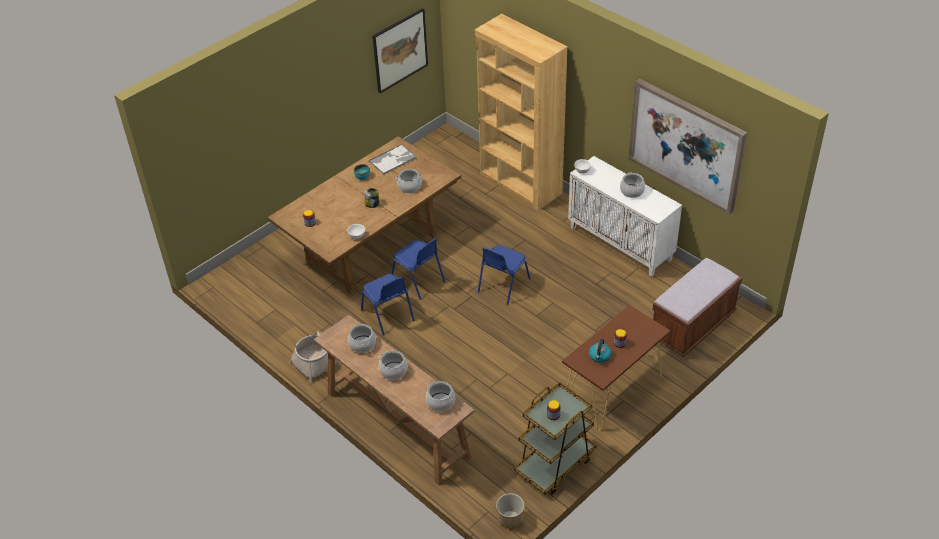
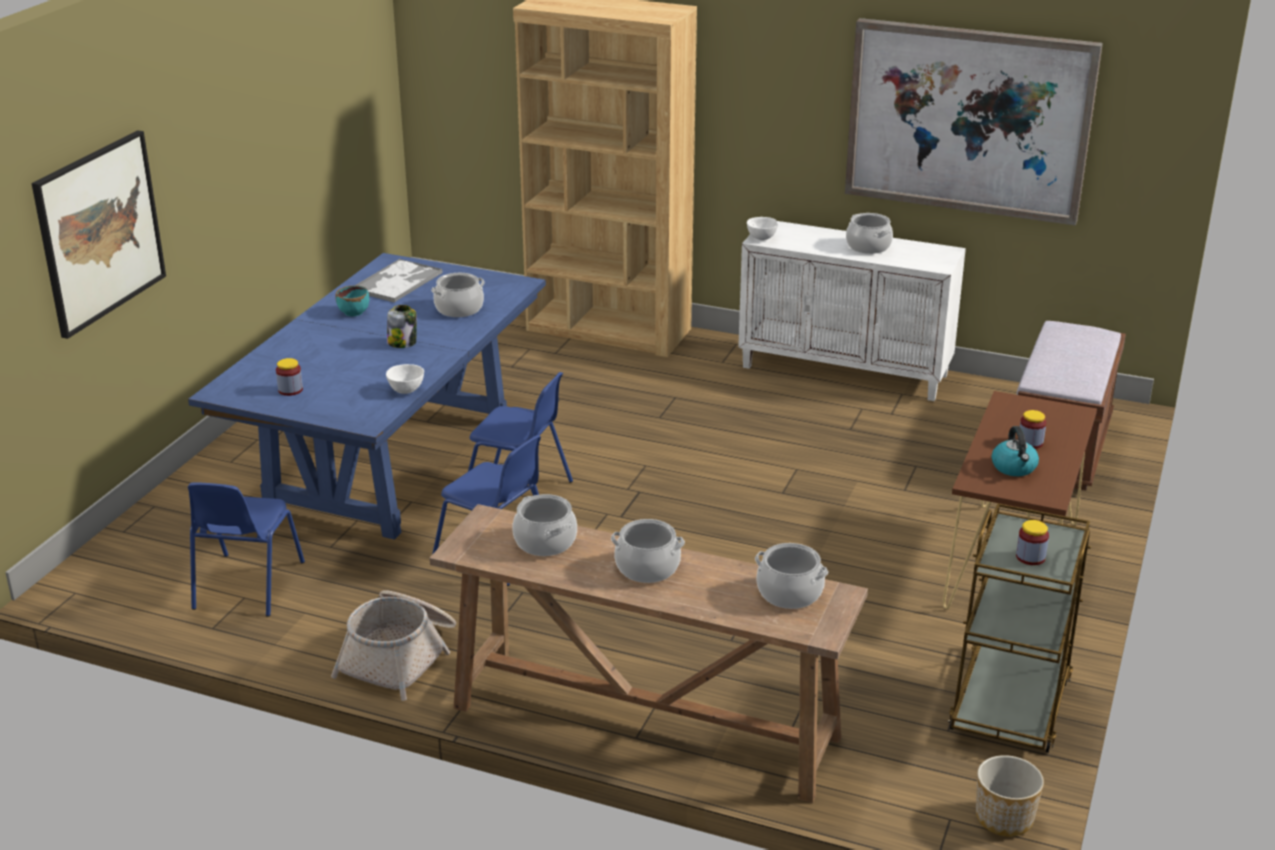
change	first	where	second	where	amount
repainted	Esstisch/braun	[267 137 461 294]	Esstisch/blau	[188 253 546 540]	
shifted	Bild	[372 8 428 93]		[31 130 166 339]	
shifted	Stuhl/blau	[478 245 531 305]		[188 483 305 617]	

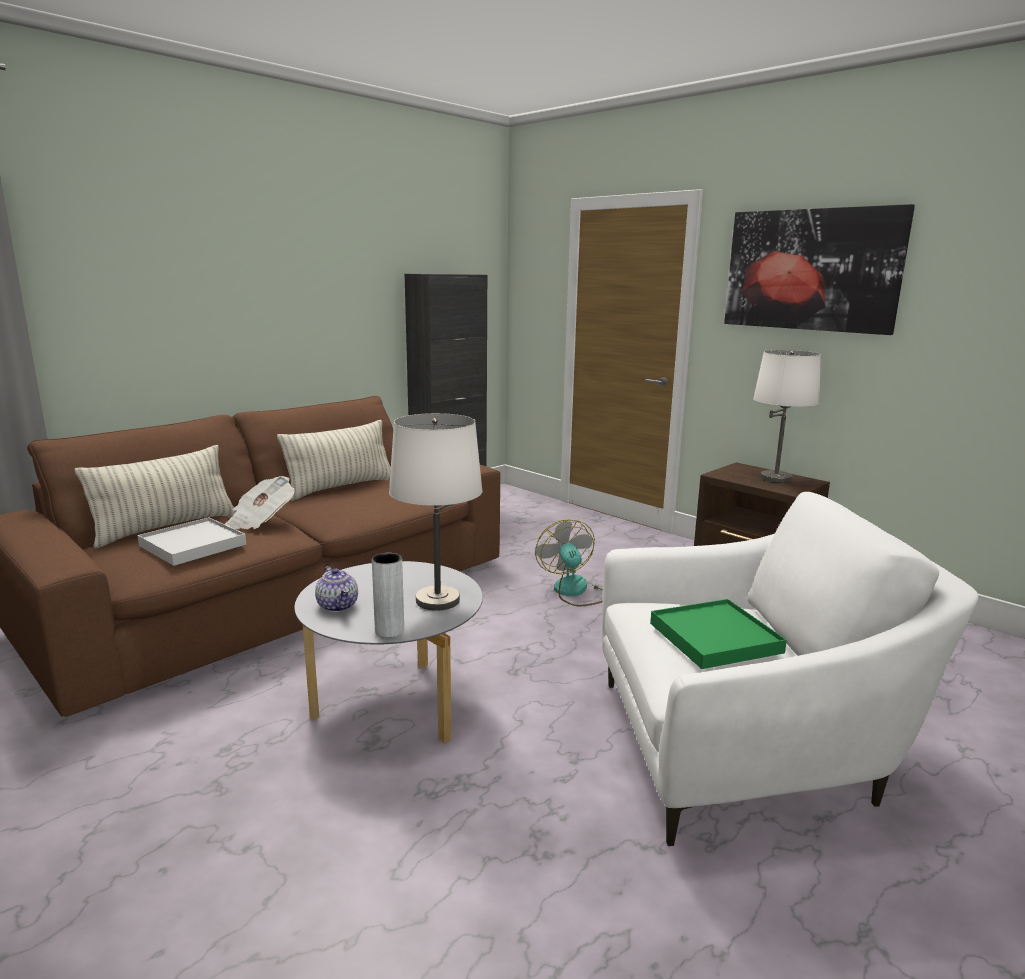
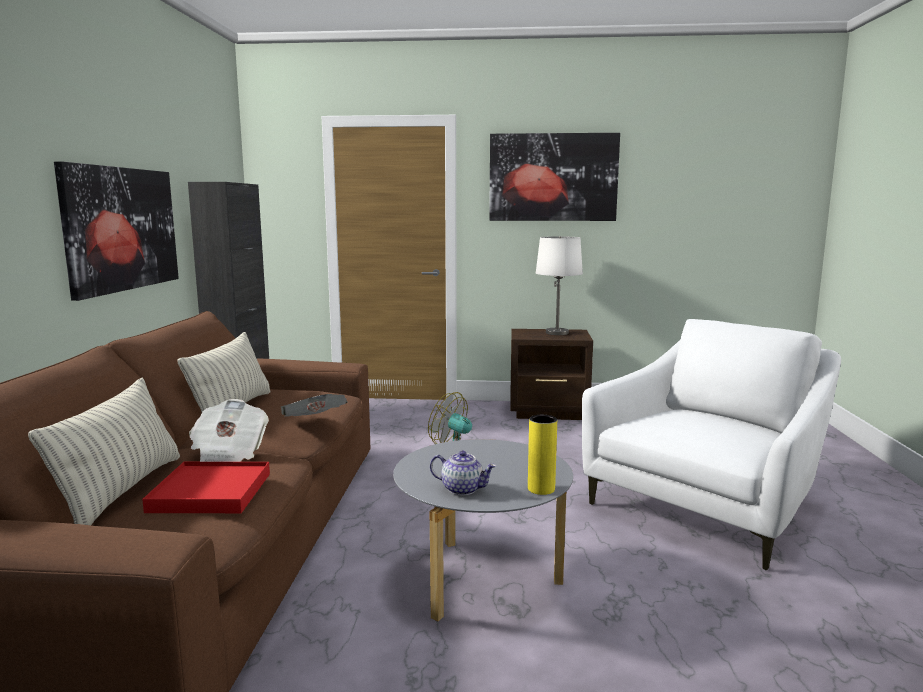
change	first	where	second	where	amount
repainted	Tablett/weiß	[137 517 246 566]	Tablett/rot	[142 462 270 513]	
repainted	Vase/grau	[372 553 404 638]	Vase/gelb	[528 415 557 495]	
gone	Tischlampe/weiß	[389 413 483 611]			
gone	Tablett/grün	[650 599 787 669]			
new			Bild	[54 161 179 301]	
new			Zeitung	[281 394 348 417]	

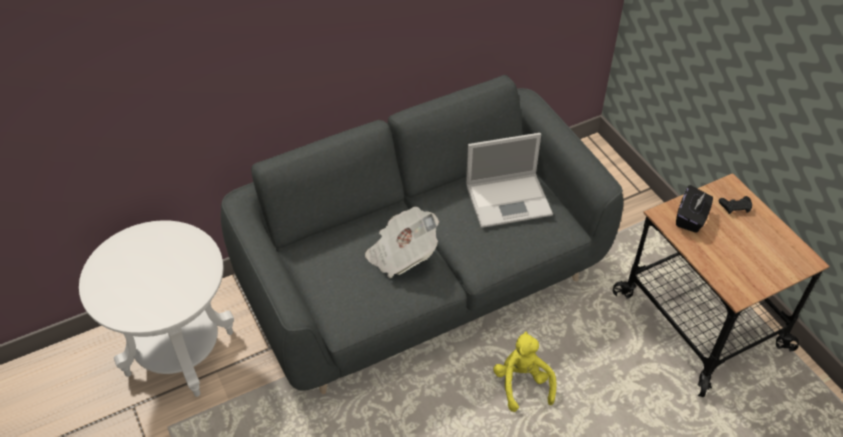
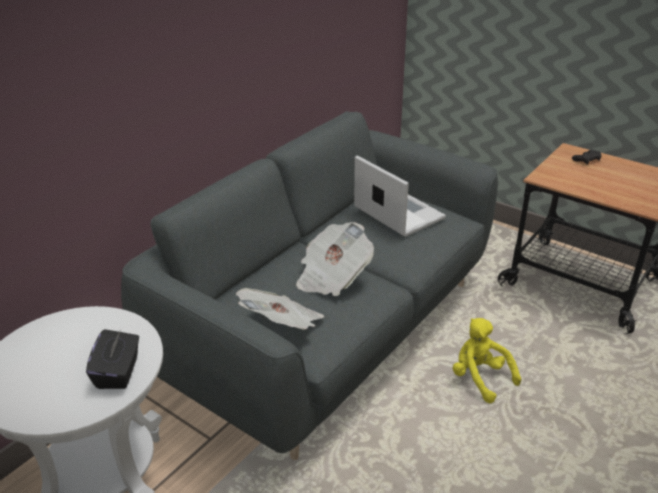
change	first	where	second	where	amount
rotated	Laptop	[466 133 553 228]		[354 155 446 237]	90 degrees counterclockwise
shifted	Taschentuchbox/schwarz	[676 185 713 233]		[86 329 139 389]	
new			Zeitung	[236 288 324 330]	

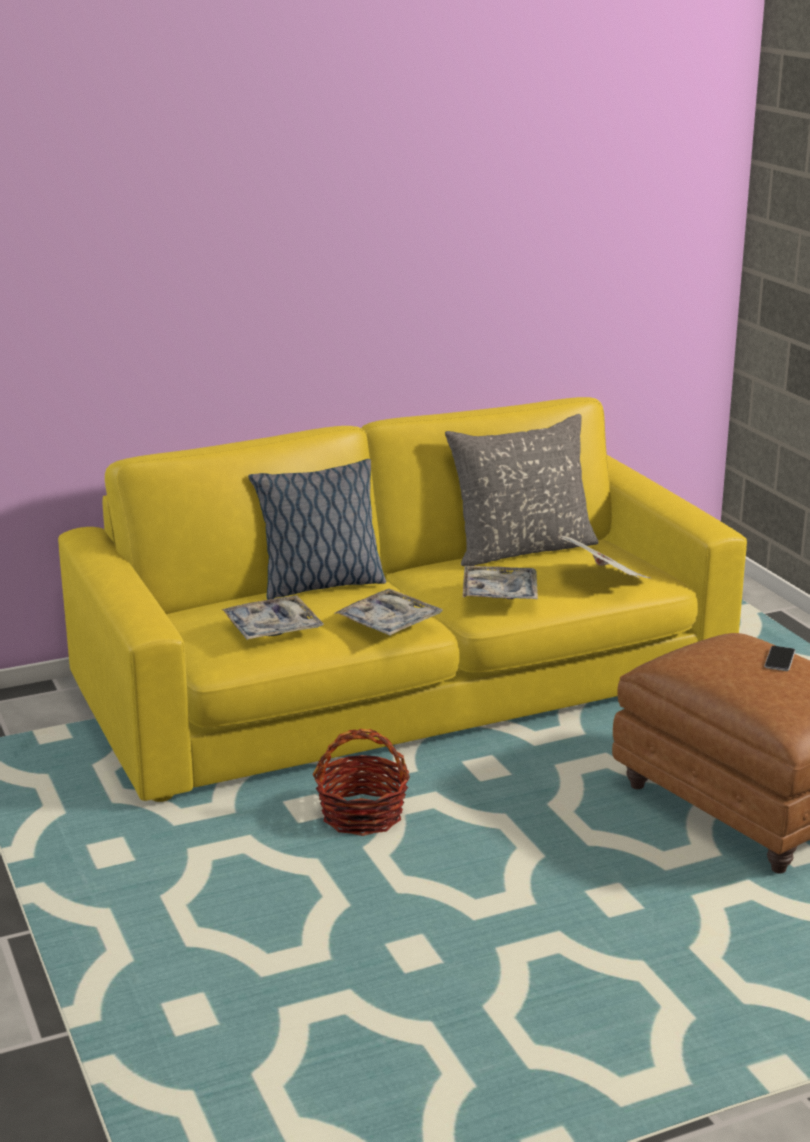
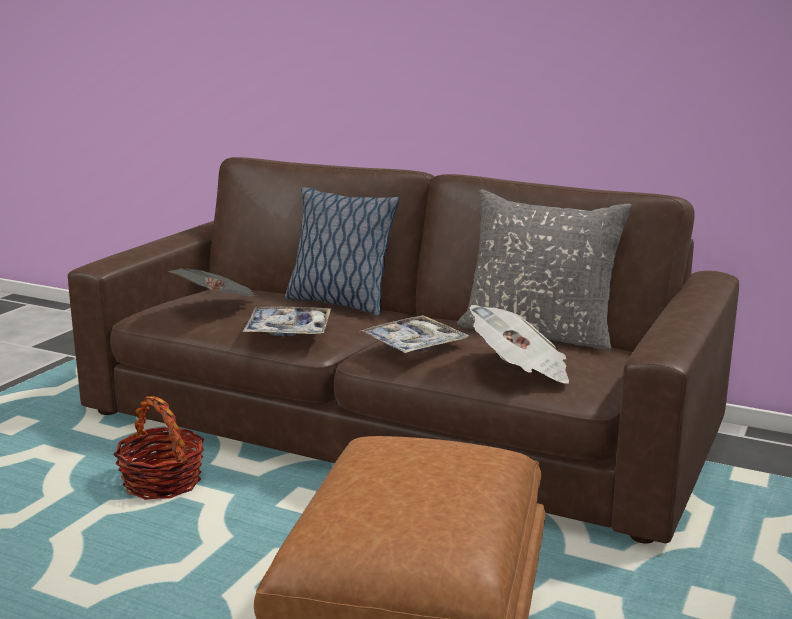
change	first	where	second	where	amount
repainted	Sofa/gelb	[58 397 747 802]	Sofa/braun	[68 157 739 543]	
swapped	Tablett	[221 595 324 640]	Zeitung	[168 269 257 296]	
gone	Handy	[764 646 796 671]			

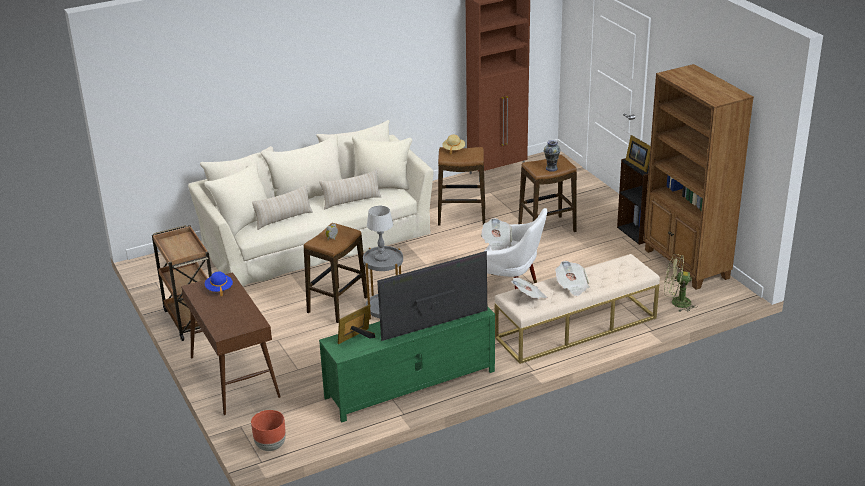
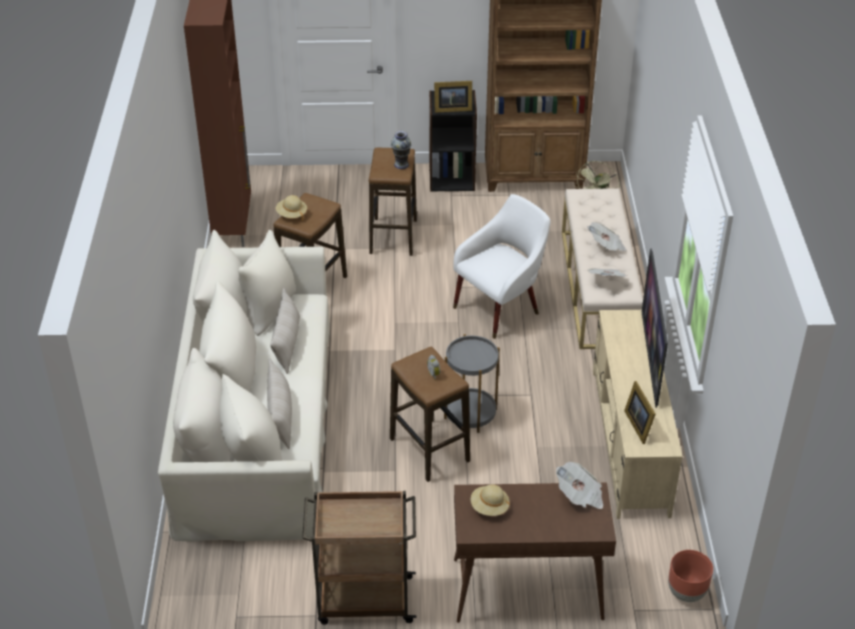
change	first	where	second	where	amount
repainted	Hut/blau	[205 271 233 296]	Hut/beige	[471 484 510 516]	
repainted	Fernsehschrank/grün	[319 306 495 423]	Fernsehschrank/beige	[593 310 683 519]	
gone	Tischlampe	[367 206 393 261]			
shifted	Zeitung	[481 218 512 251]		[556 462 603 509]	

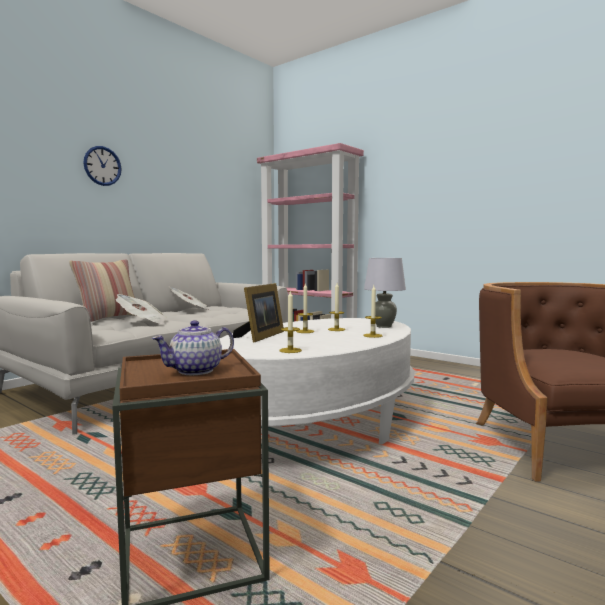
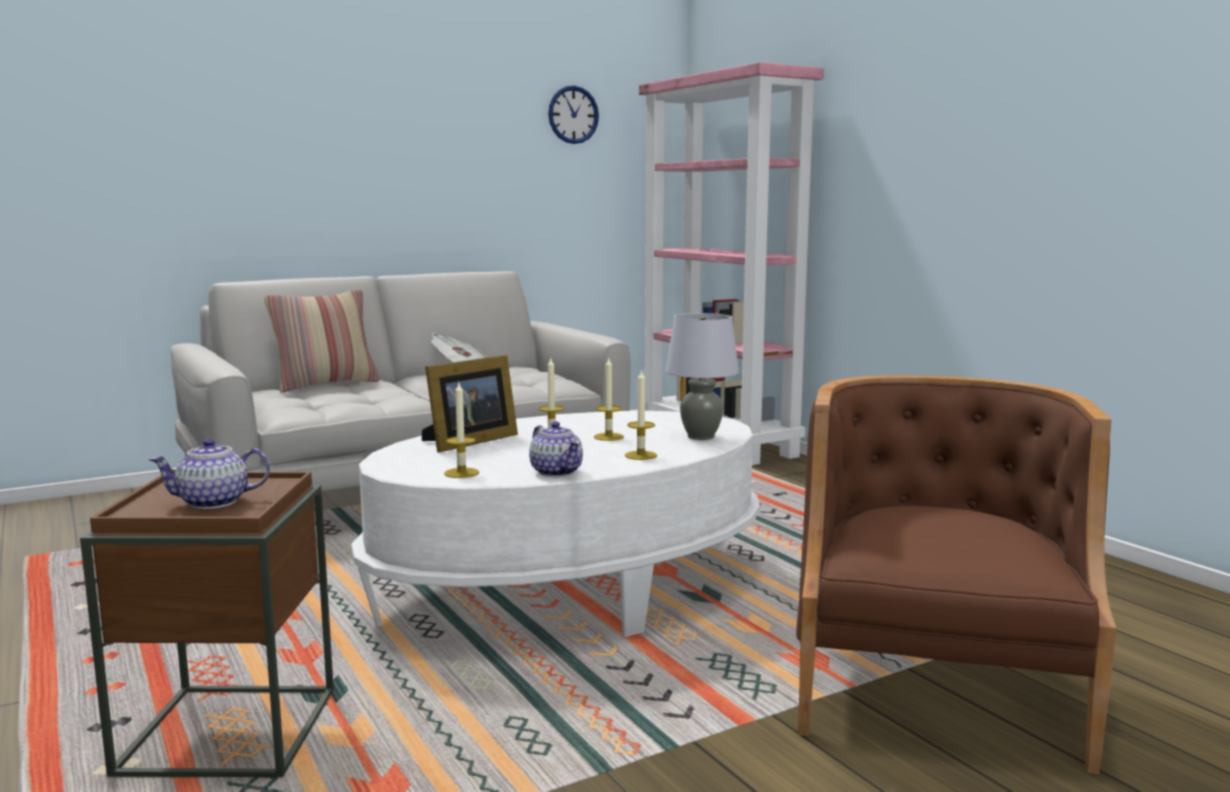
change	first	where	second	where	amount
shifted	Wanduhr	[83 146 122 186]		[548 86 599 144]	
gone	Zeitung	[116 294 167 324]			
new			Teekanne	[529 421 583 477]	

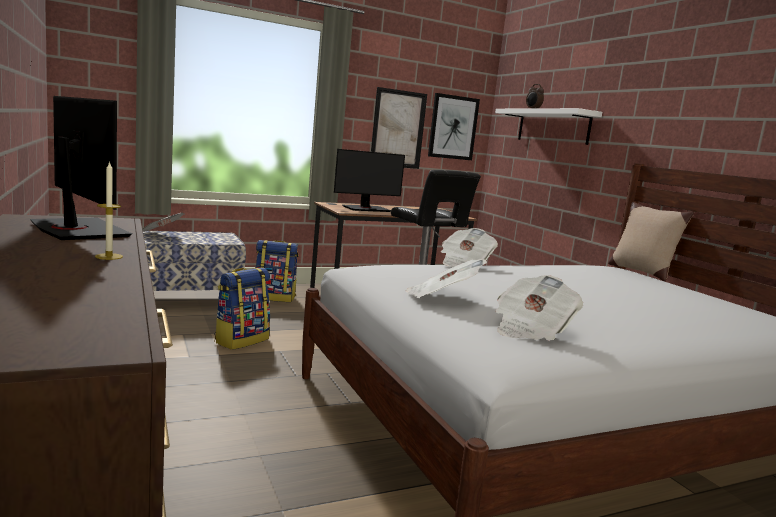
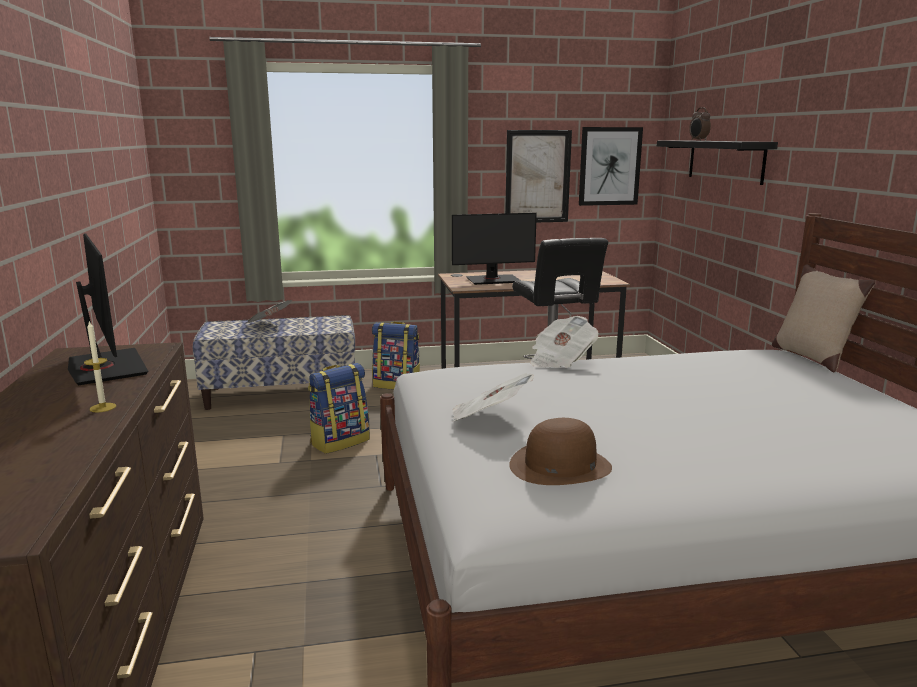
change	first	where	second	where	amount
repainted	Wandregal/weiß	[495 108 602 145]	Wandregal/schwarz	[657 140 778 185]	
swapped	Zeitung	[495 275 583 340]	Hut/braun	[509 418 612 485]	

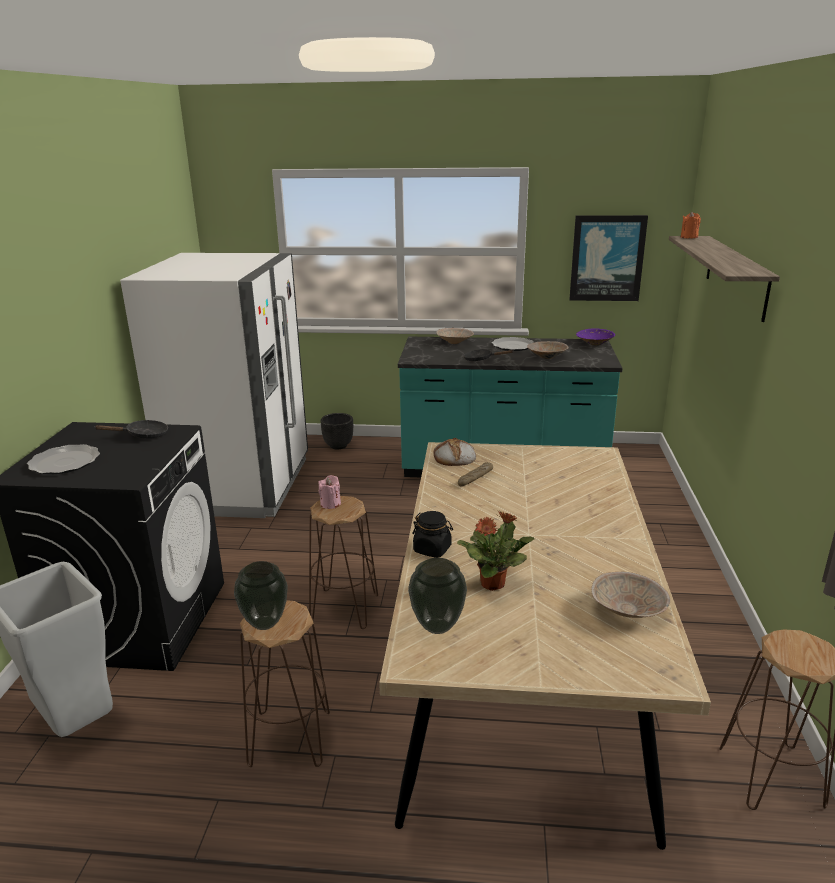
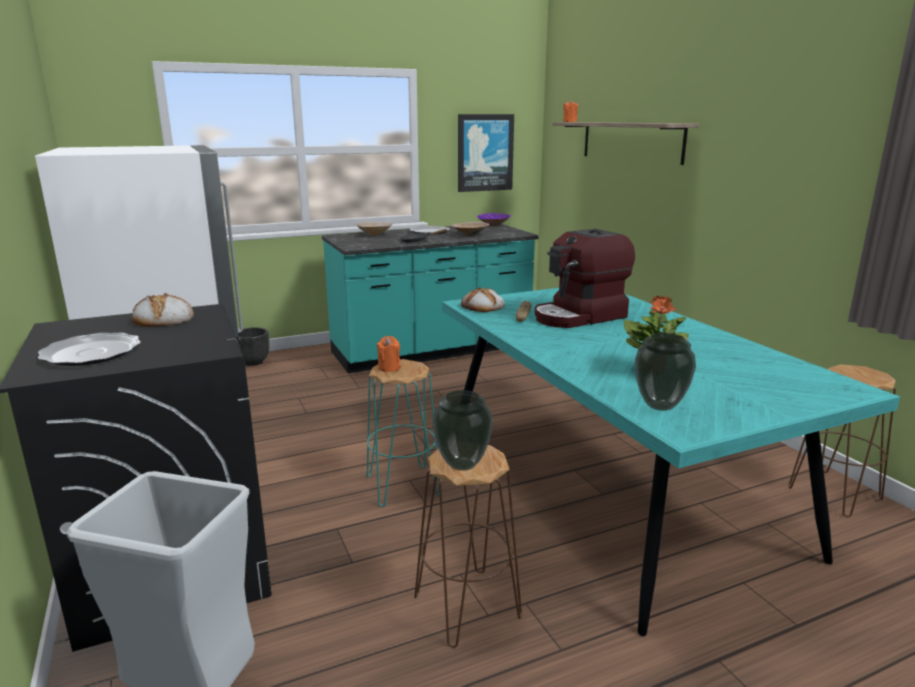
change	first	where	second	where	amount
swapped	Pfanne/schwarz	[94 420 168 439]	Brot	[132 292 194 326]	
repainted	Hocker/braun	[309 496 378 629]	Hocker/türkis	[367 359 440 507]	
repainted	Kerze/rosa	[318 475 341 509]	Kerze/orange	[377 336 401 372]	
repainted	Esstisch/beige	[379 442 711 850]	Esstisch/türkis	[442 288 900 636]	
gone	Vorratsglas/schwarz	[412 511 453 558]			
gone	Schüssel/beige	[591 572 670 618]			
new			Kaffeemaschine	[535 229 635 328]	

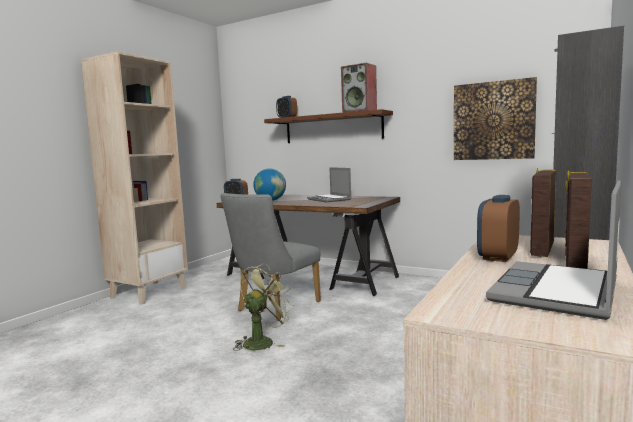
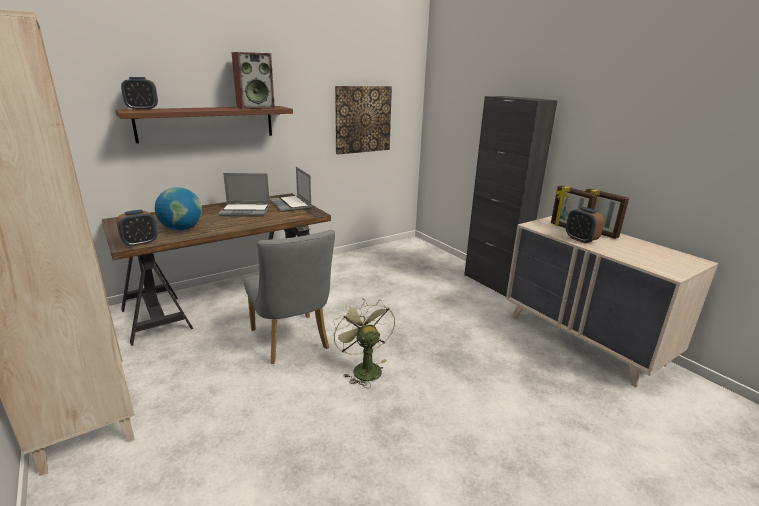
change	first	where	second	where	amount
shifted	Laptop	[486 181 622 320]		[269 167 312 212]	

